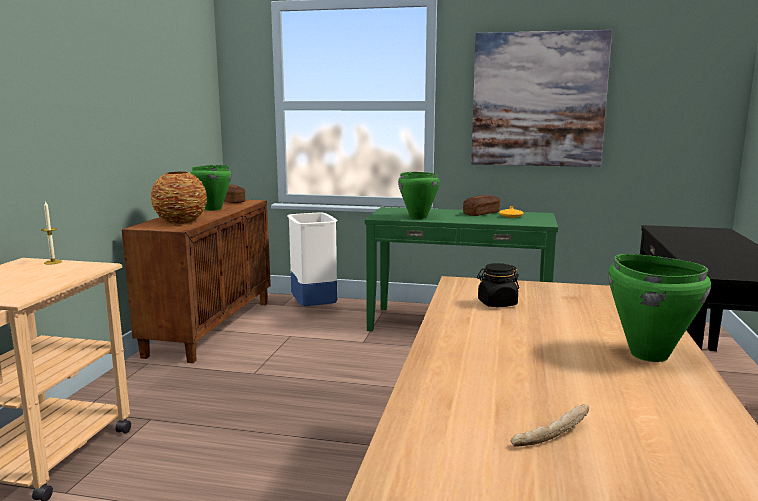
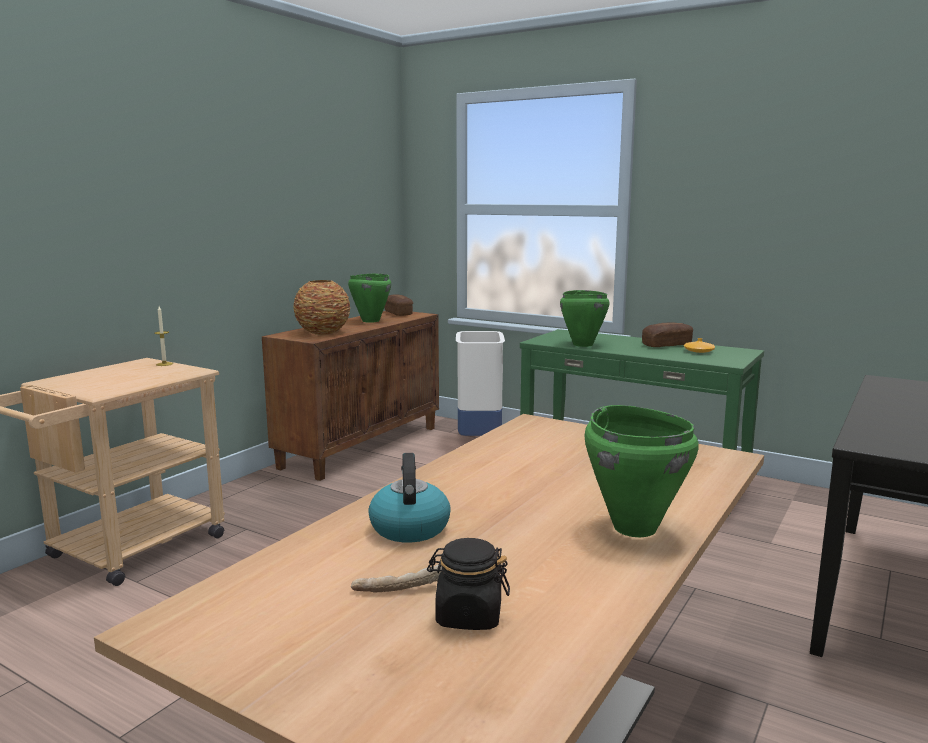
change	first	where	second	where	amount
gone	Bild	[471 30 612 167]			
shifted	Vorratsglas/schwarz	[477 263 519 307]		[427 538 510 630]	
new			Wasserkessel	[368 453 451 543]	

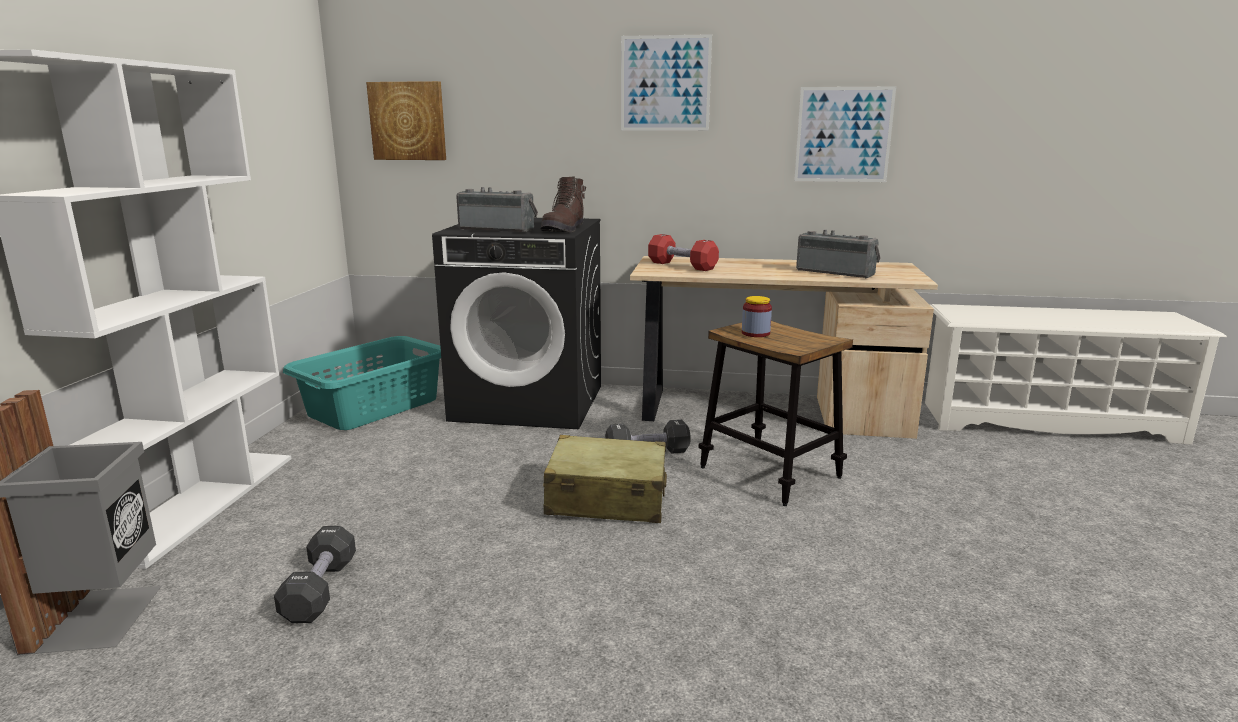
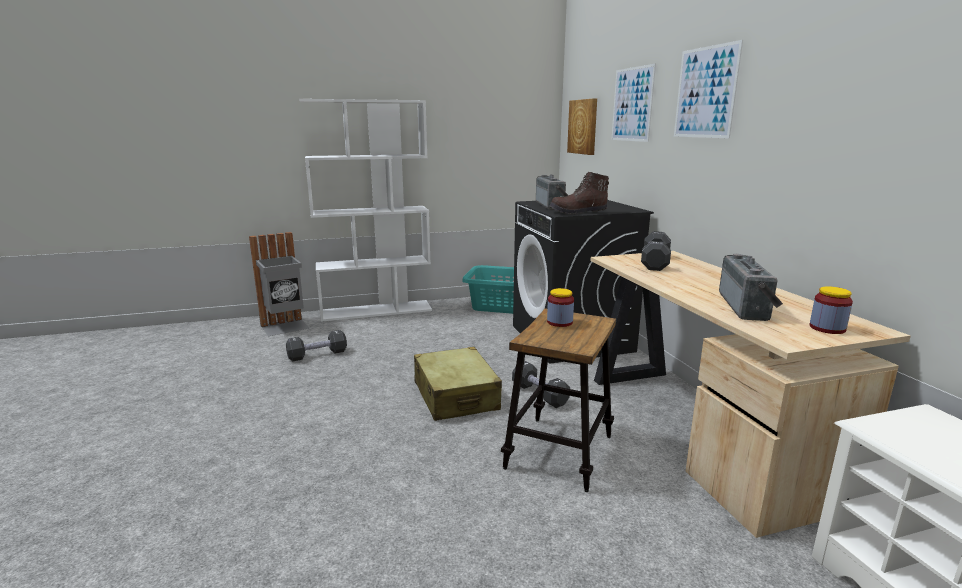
change	first	where	second	where	amount
repainted	Hantel/rot	[648 234 719 271]	Hantel/schwarz	[641 231 671 271]	
shifted	Bild	[794 87 896 182]		[611 64 656 142]	
new			Vorratsglas	[809 286 853 334]	

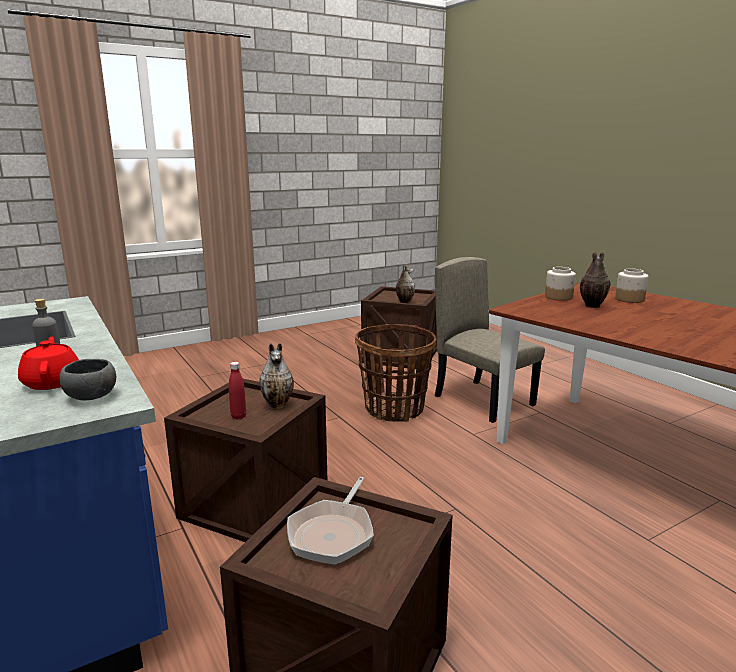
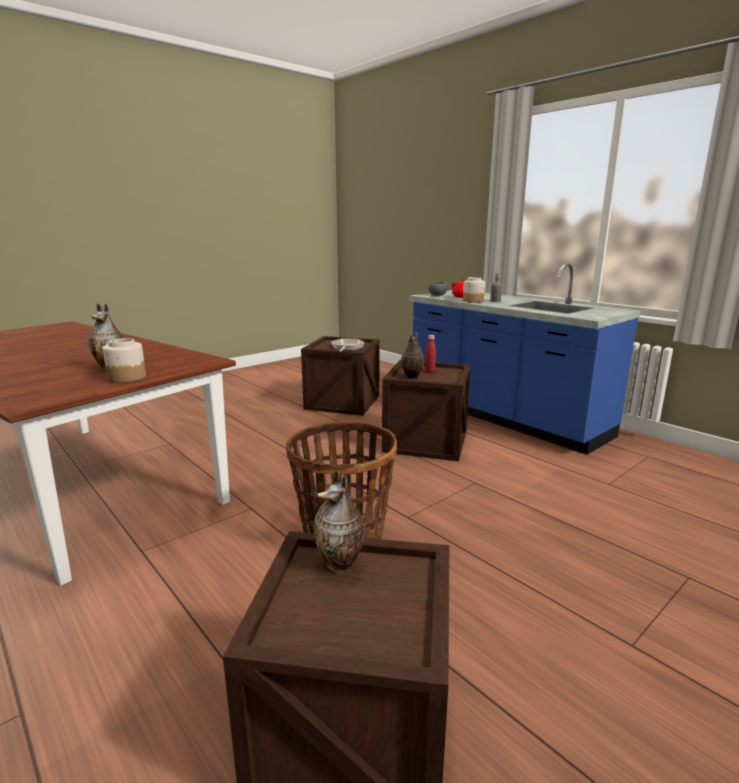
change	first	where	second	where	amount
gone	Stuhl/beige	[435 257 545 423]			
shifted	Vorratsglas	[615 269 648 303]		[463 277 485 303]	

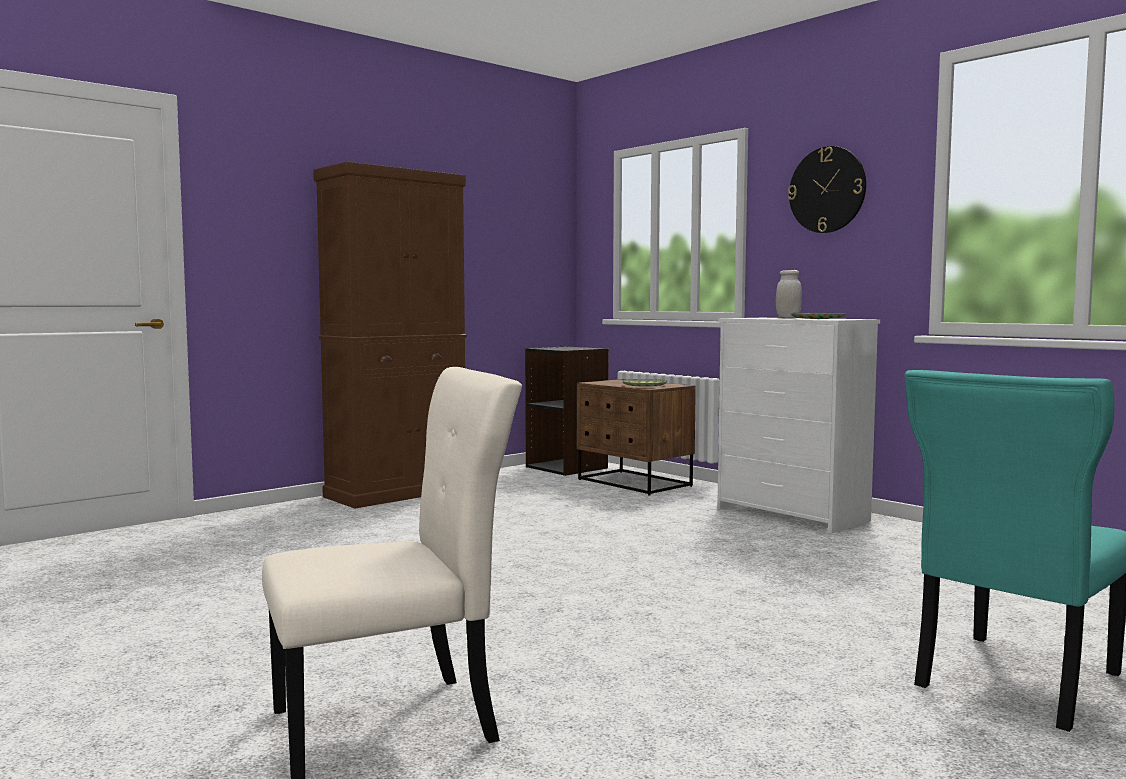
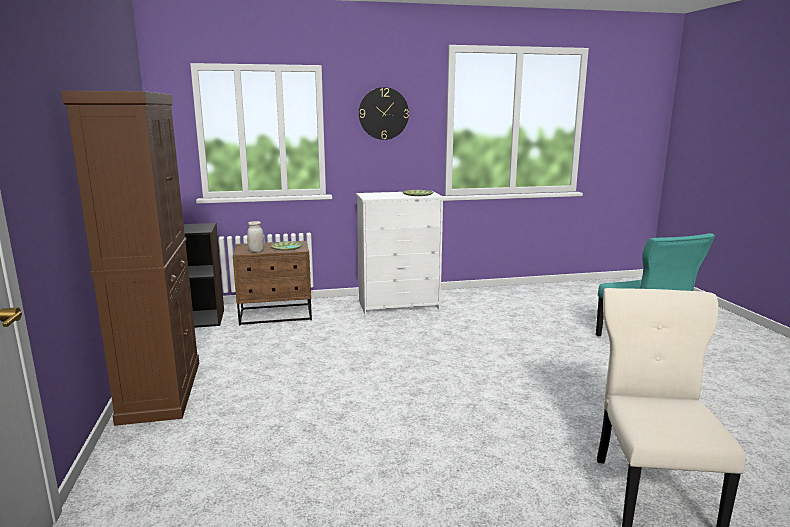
change	first	where	second	where	amount
shifted	Vorratsglas/weiß	[776 270 802 318]		[247 221 264 252]	

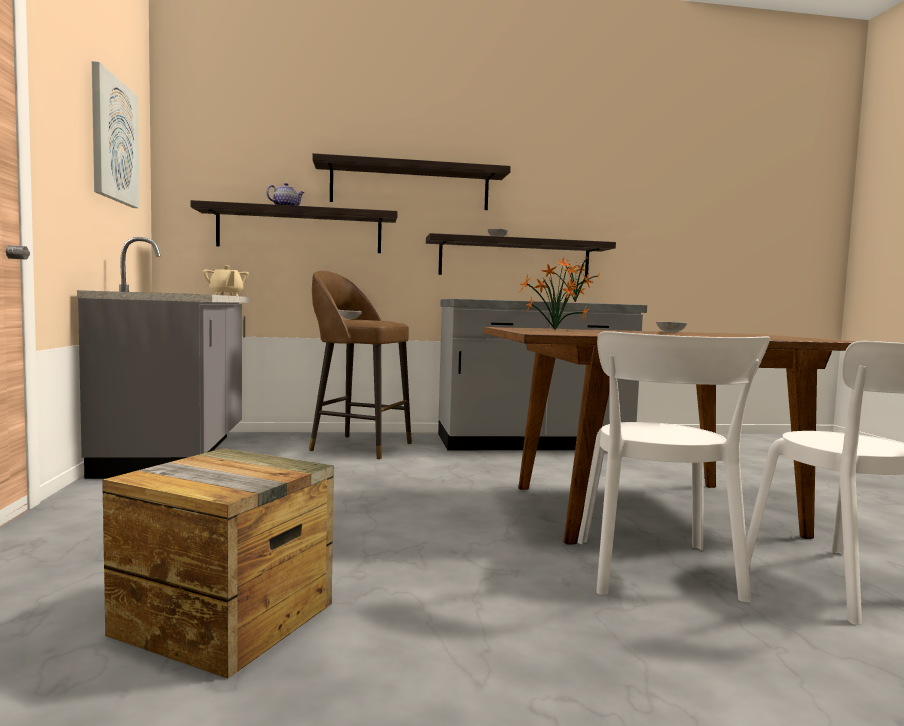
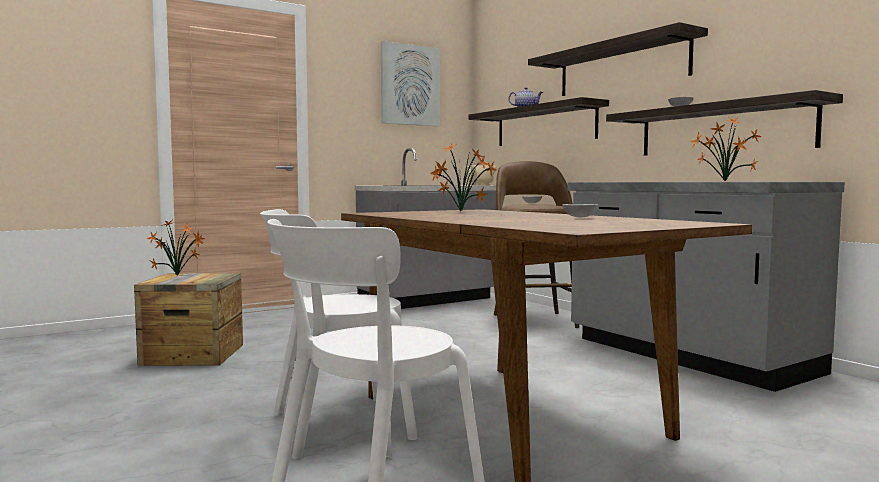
change	first	where	second	where	amount
new			Topfpflanze	[147 219 206 276]	

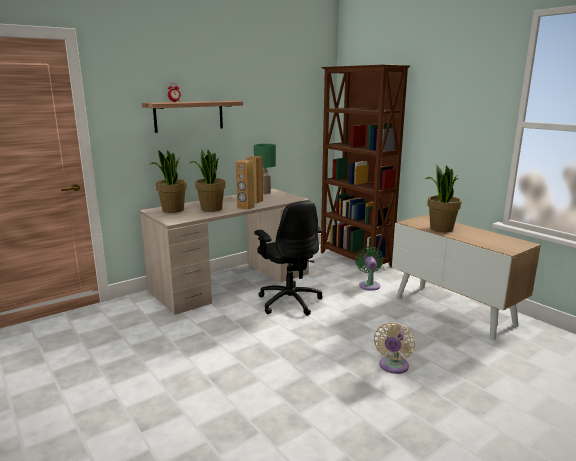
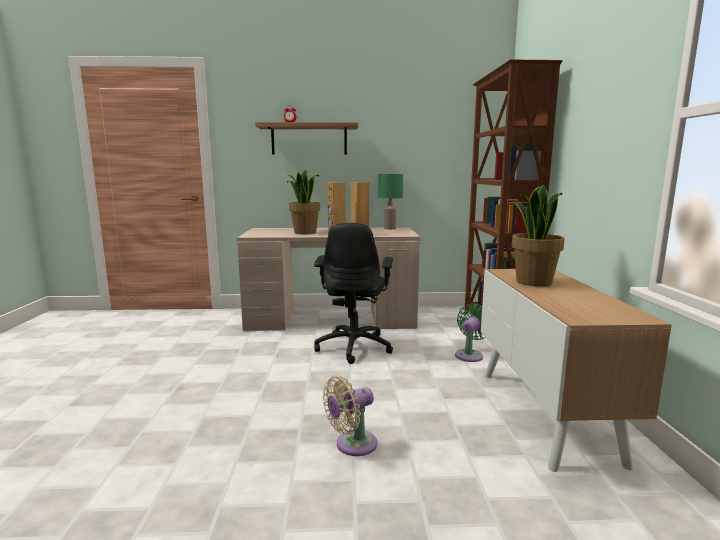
change	first	where	second	where	amount
gone	Topfpflanze	[149 150 187 213]			

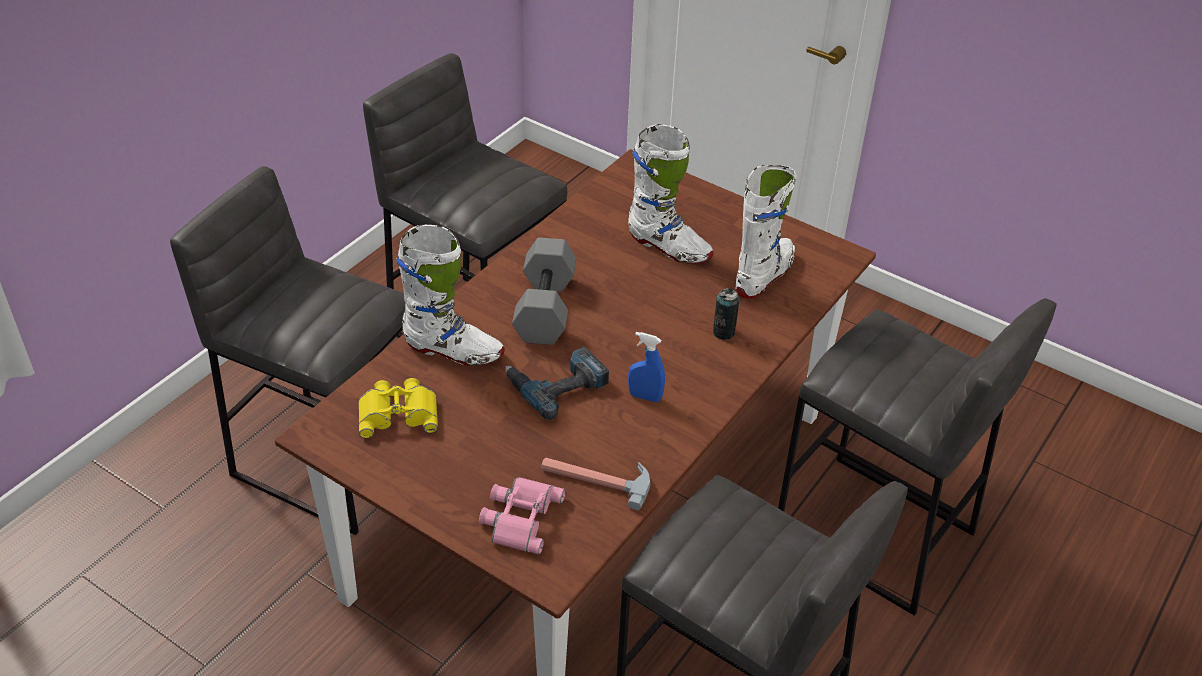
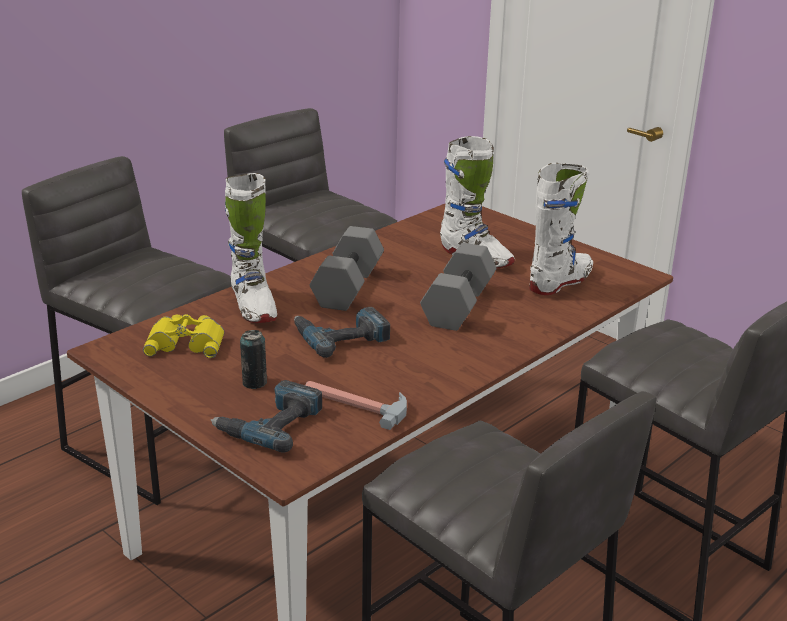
change	first	where	second	where	amount
rotated	Stiefel/weiß	[396 225 505 366]		[225 173 277 323]	45 degrees clockwise
swapped	Fernglas/rosa	[479 477 565 554]	Bohrmaschine	[210 380 322 453]	
gone	Sprühflasche/blau	[628 332 665 402]			
shifted	Dose	[713 288 740 340]		[240 330 267 389]	
new			Hantel/grau	[420 243 496 331]	

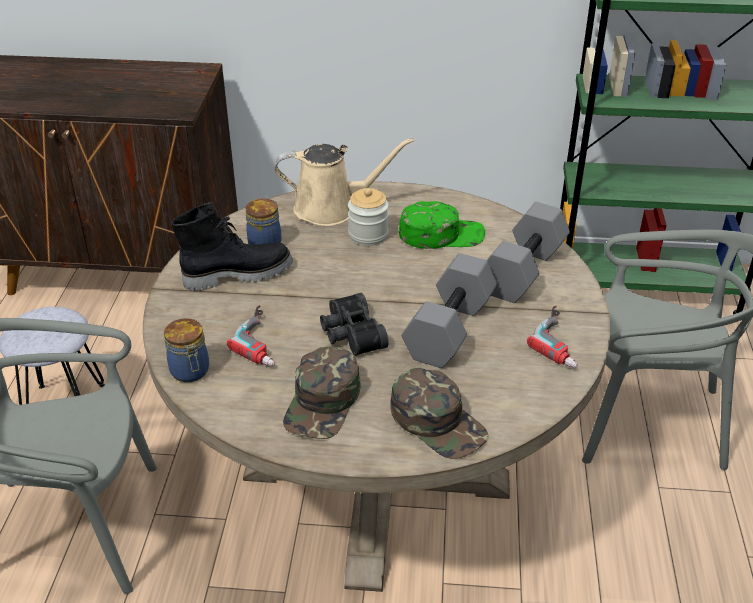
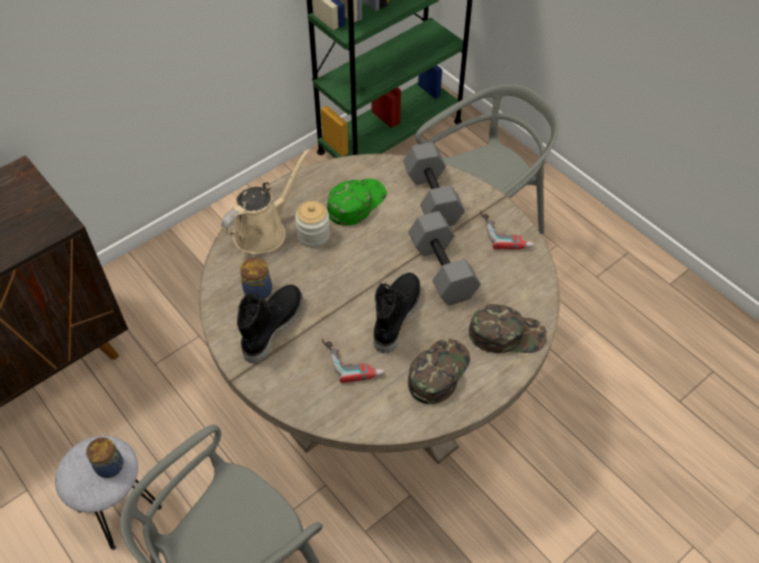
change	first	where	second	where	amount
shifted	Vorratsglas	[164 319 209 382]		[86 437 124 478]	
rotated	Kappe/grün	[283 346 361 439]		[408 339 470 404]	120 degrees counterclockwise
swapped	Fernglas/schwarz	[320 293 389 356]	Stiefel/schwarz	[374 273 421 354]	

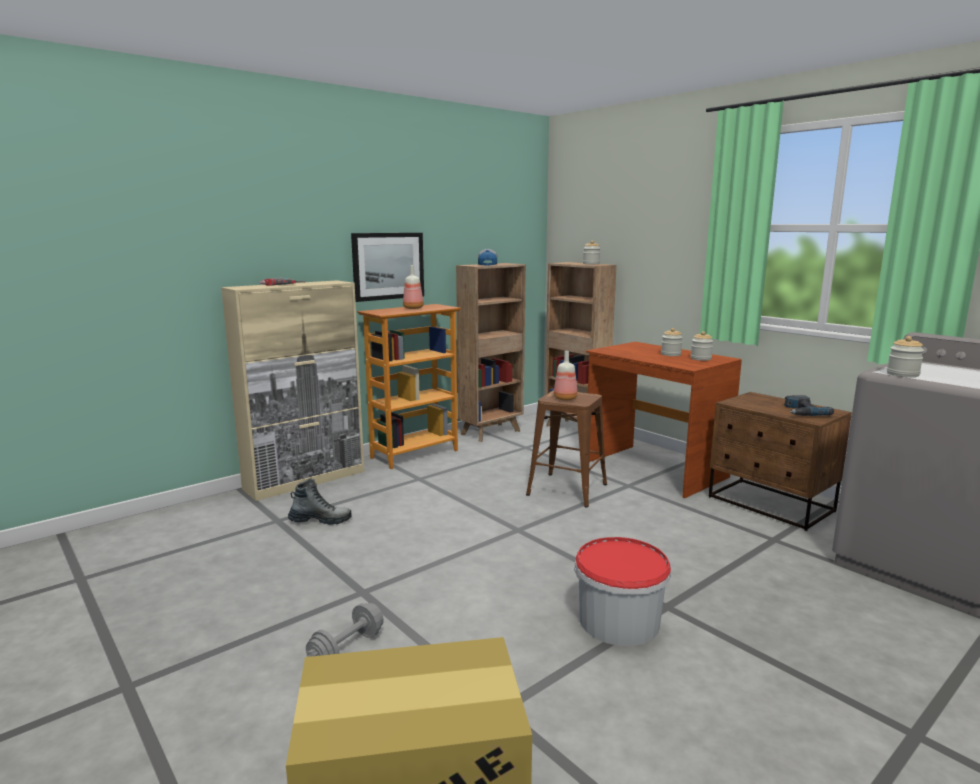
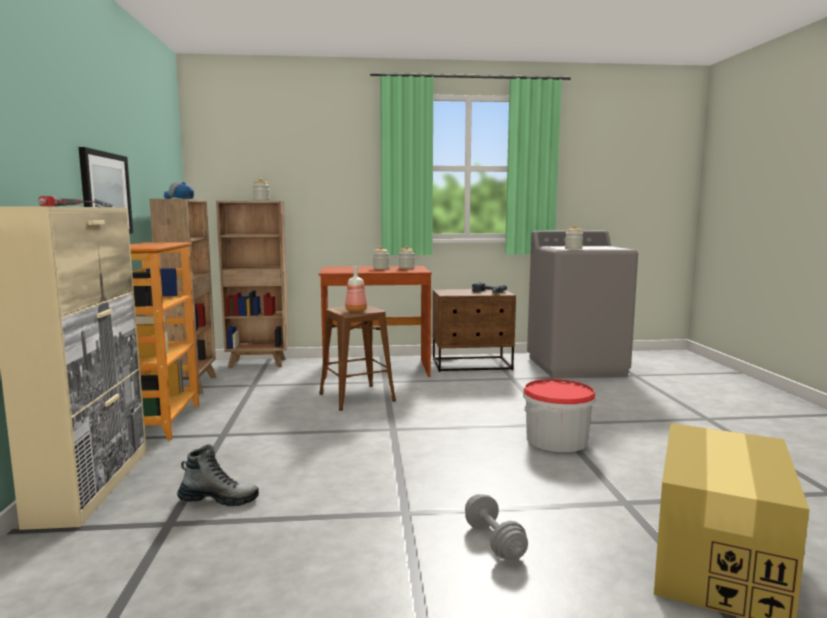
change	first	where	second	where	amount
rotated	Stiefel	[288 479 352 525]		[177 444 259 506]	60 degrees clockwise
gone	Flasche	[403 265 424 309]			

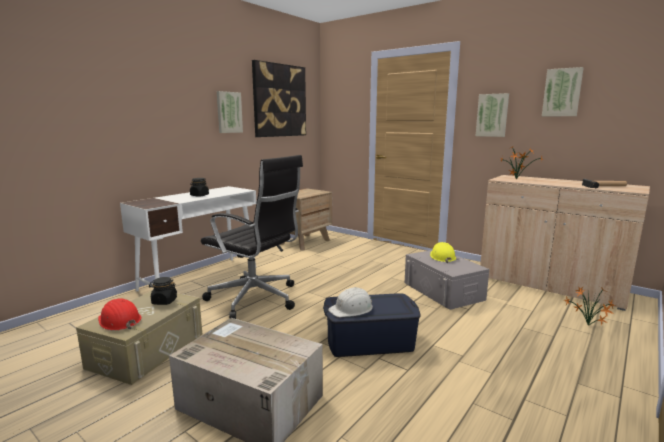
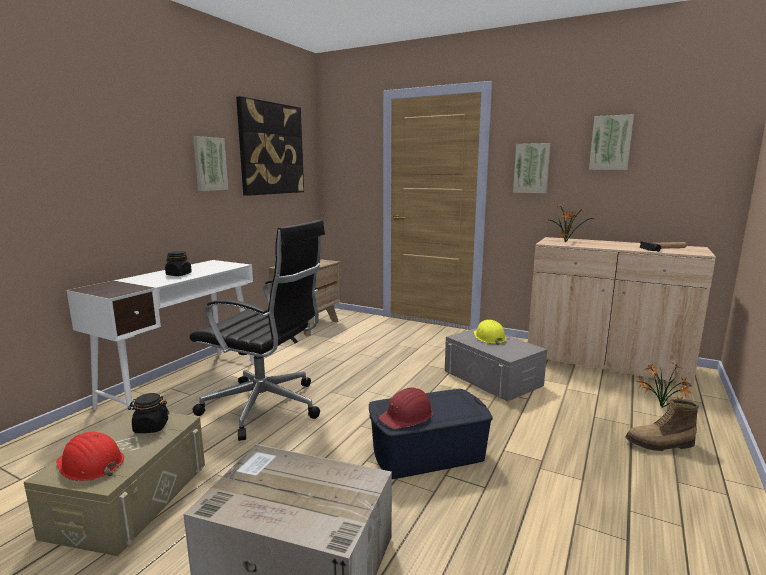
change	first	where	second	where	amount
repainted	Schutzhelm/weiß	[328 287 373 317]	Schutzhelm/rot	[379 387 433 429]	
new			Stiefel	[626 399 699 451]	

